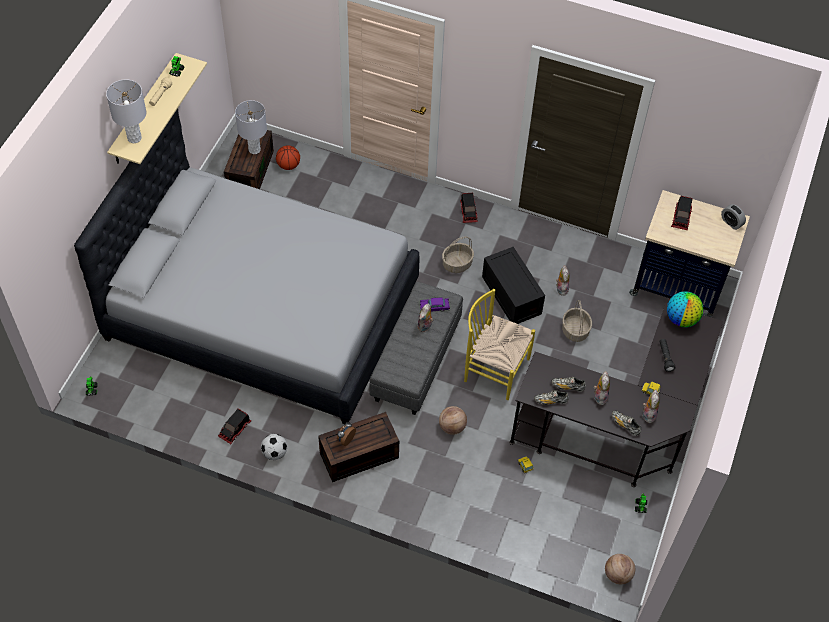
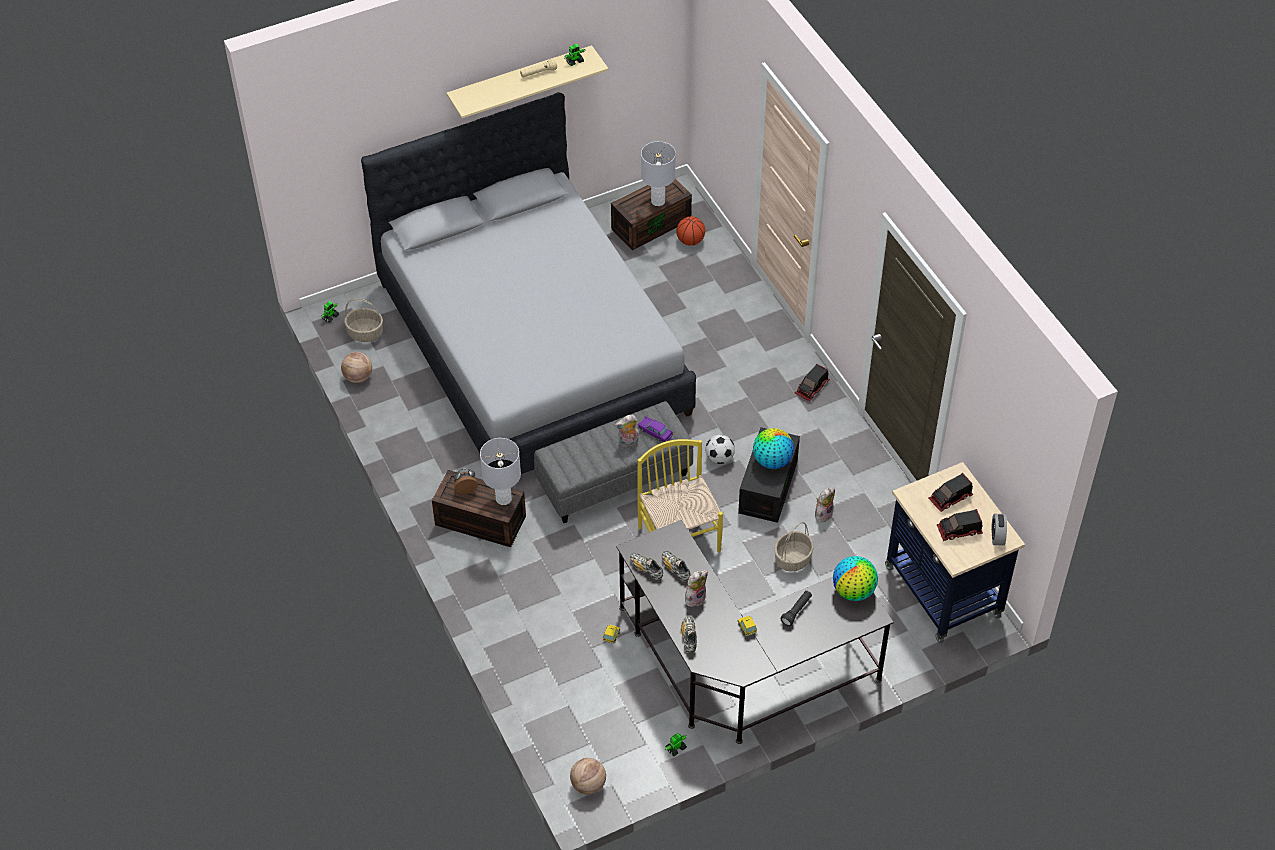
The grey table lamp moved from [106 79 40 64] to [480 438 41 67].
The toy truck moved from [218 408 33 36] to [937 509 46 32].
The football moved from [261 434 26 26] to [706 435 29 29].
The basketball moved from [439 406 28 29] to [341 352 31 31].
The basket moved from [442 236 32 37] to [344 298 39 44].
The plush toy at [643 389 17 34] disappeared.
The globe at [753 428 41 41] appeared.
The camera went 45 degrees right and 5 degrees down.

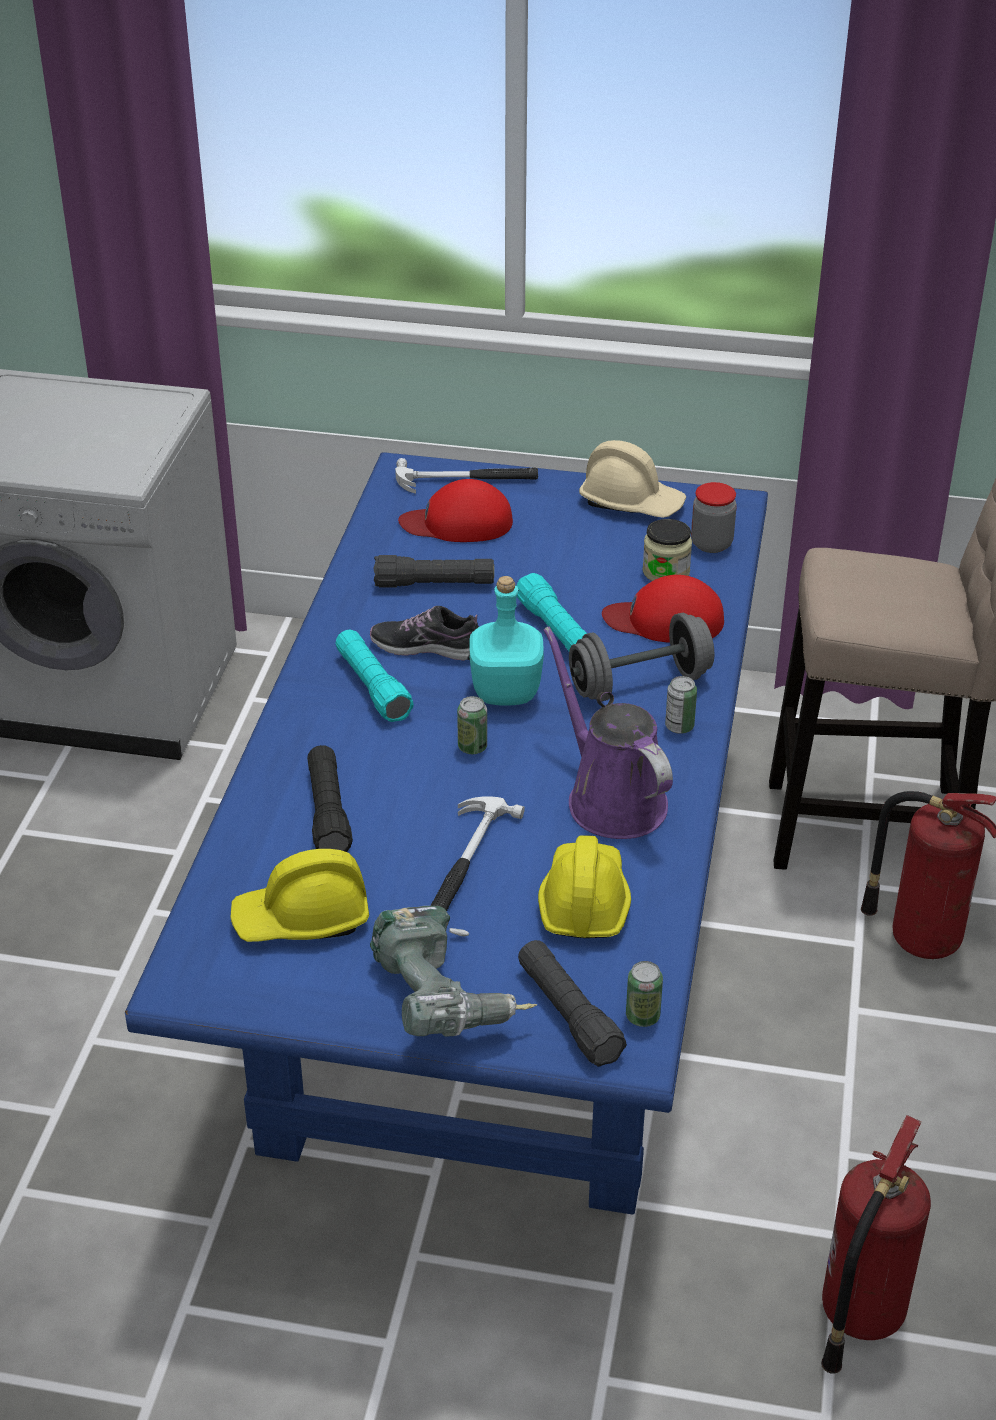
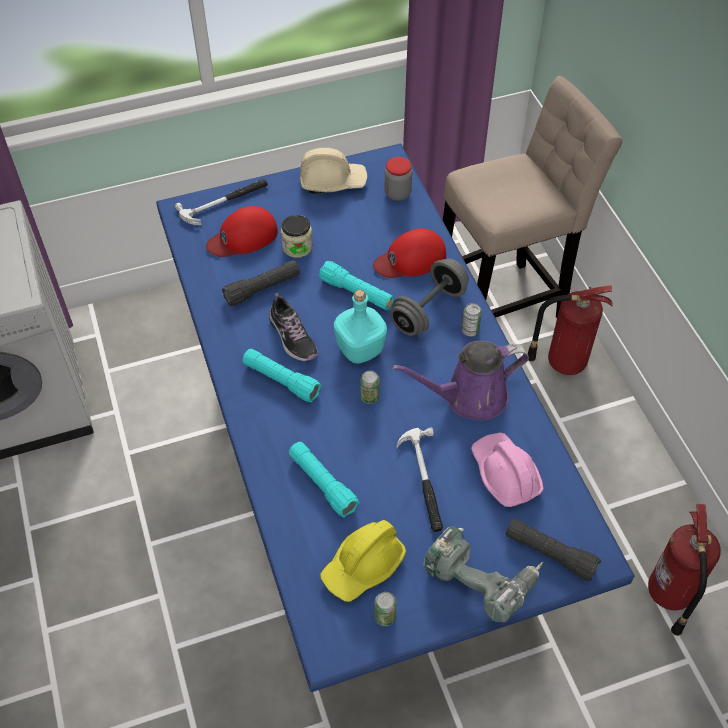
The black flashlight at [307 745 46 107] became the turquoise flashlight at [289 442 71 76].
The shoe at [370 606 109 55] turned 105 degrees counterclockwise.
The yellow hard hat at [538 835 93 103] became the pink hard hat at [471 433 73 74].
The purple watering can at [544 627 129 212] turned 45 degrees counterclockwise.
The can moved from [626 961 37 66] to [374 592 23 34].
The jar moved from [642 519 50 62] to [281 215 32 43].
The camera went 30 degrees left and 15 degrees up.

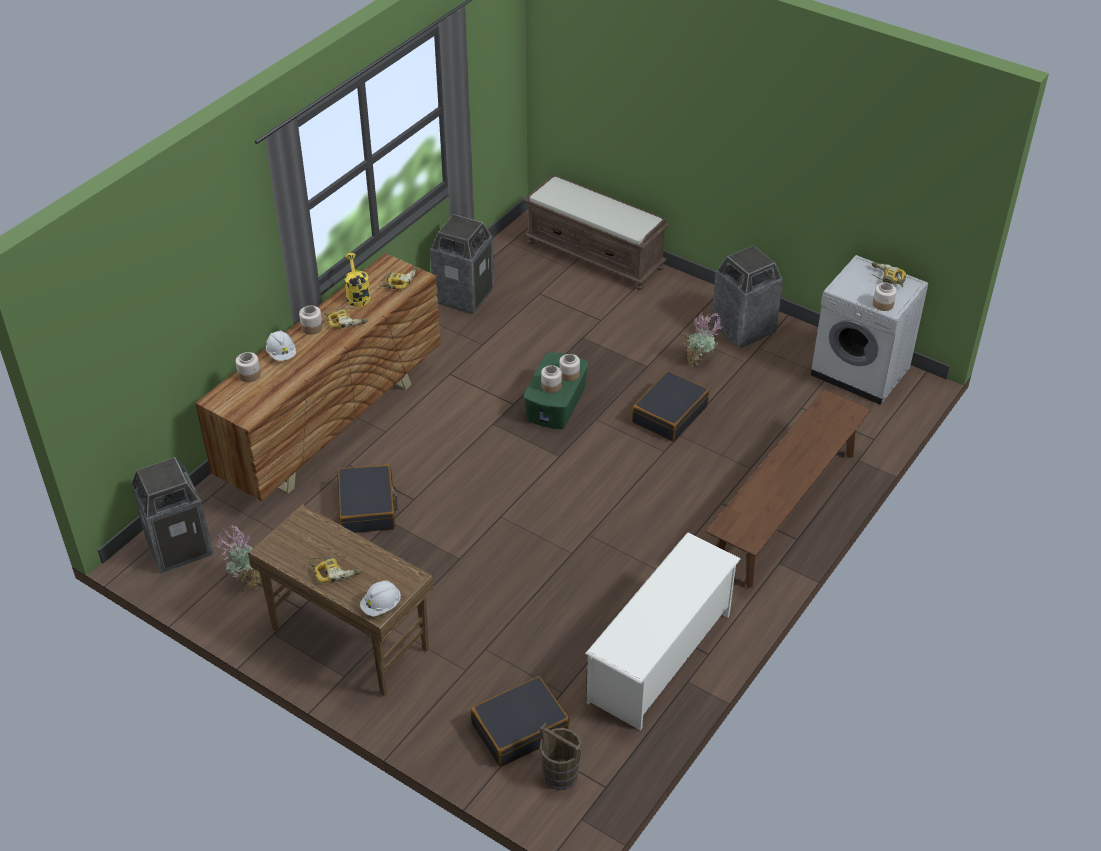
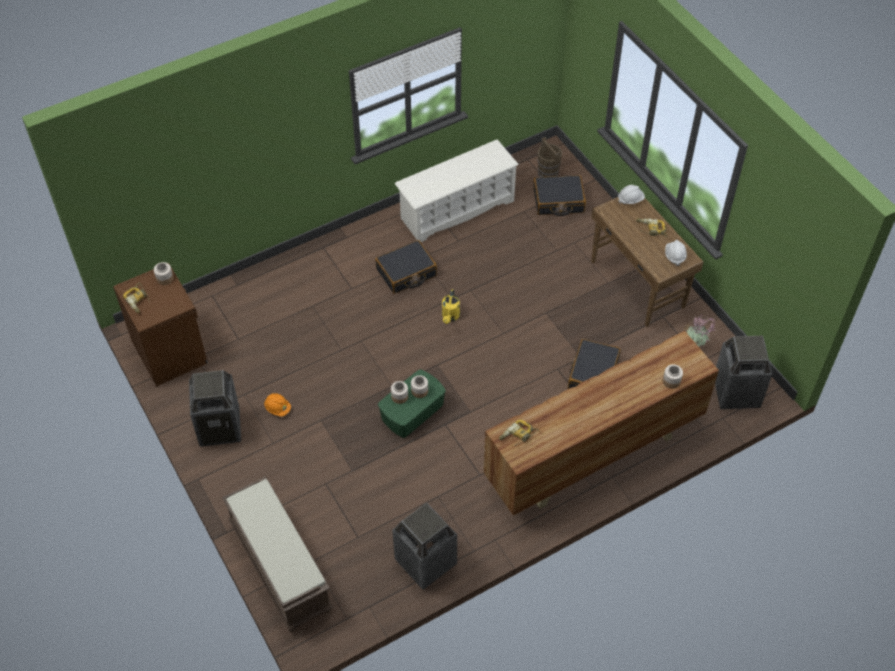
The white hard hat moved from [266 330 30 31] to [665 240 22 26].
The jar at [299 305 24 30] disappeared.
The power drill at [324 308 44 20] disappeared.
The yellow watering can moved from [345 253 26 54] to [442 289 18 35].
The black suitcase moved from [632 371 77 71] to [375 240 62 54].
The potted plant at [683 312 39 55] was replaced by the orange hard hat at [264 393 27 24].
The brown bench at [706 389 165 199] disappeared.
The white washing machine at [811 255 117 150] became the brown washing machine at [113 263 95 123].
The camera went 155 degrees left and 10 degrees up.

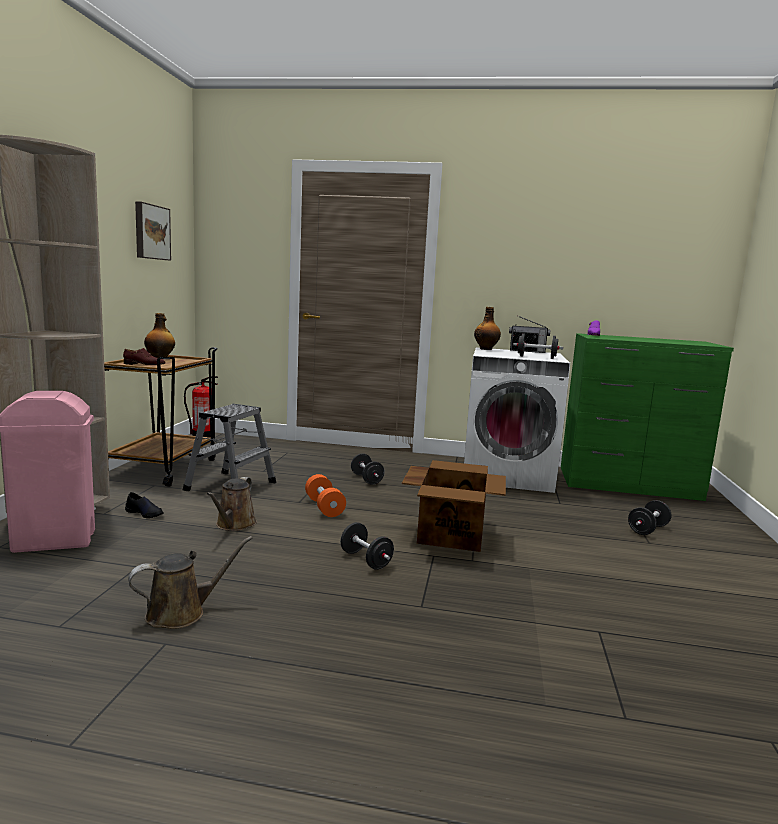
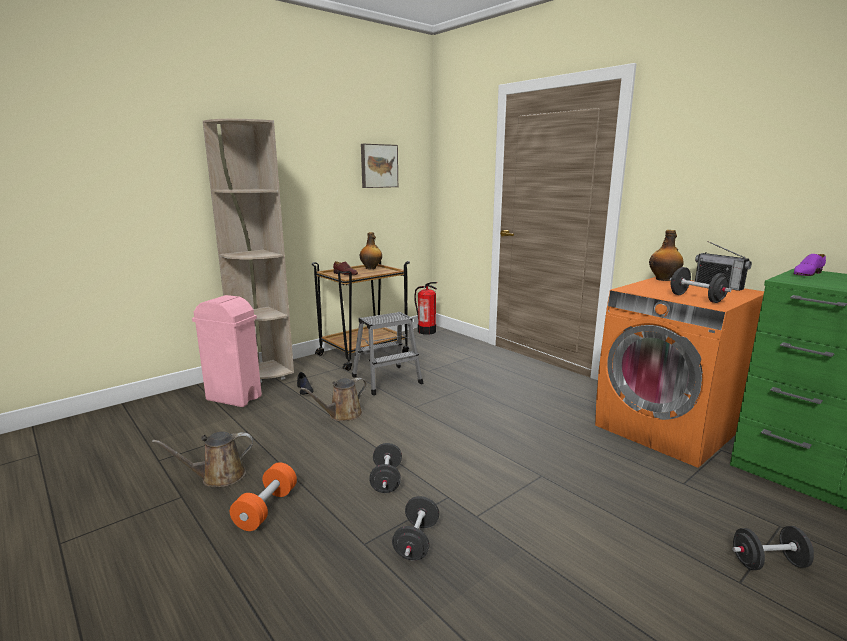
The brown watering can at [128 536 125 93] turned 150 degrees clockwise.
The orange dumbbell moved from [305 474 41 43] to [230 462 67 69].
The black dumbbell moved from [351 453 34 32] to [392 496 47 65].
The cardboard box at [402 460 104 92] disappeared.
The white washing machine at [464 347 106 146] became the orange washing machine at [595 277 169 191].
The camera went 40 degrees right and 5 degrees up.

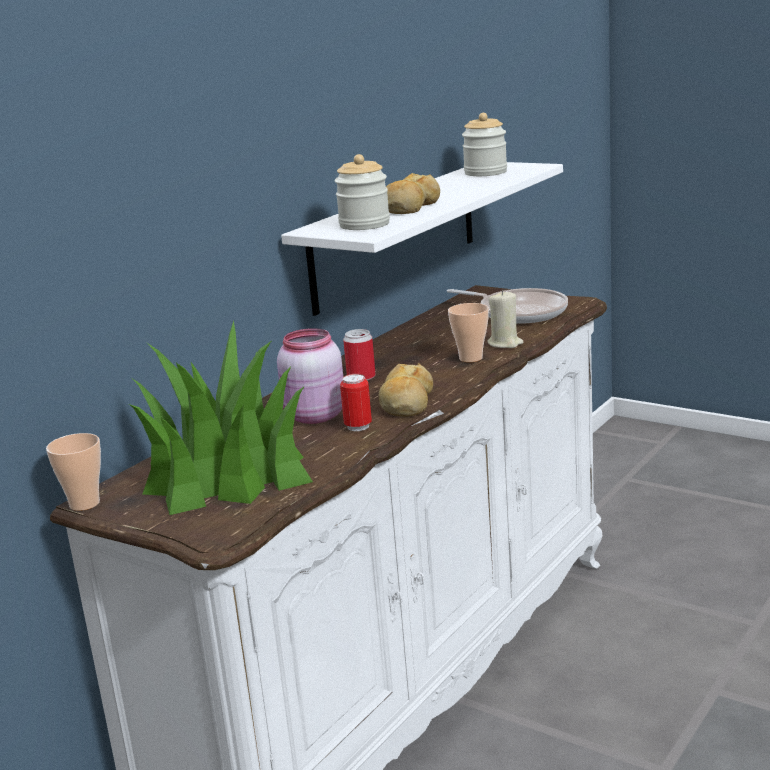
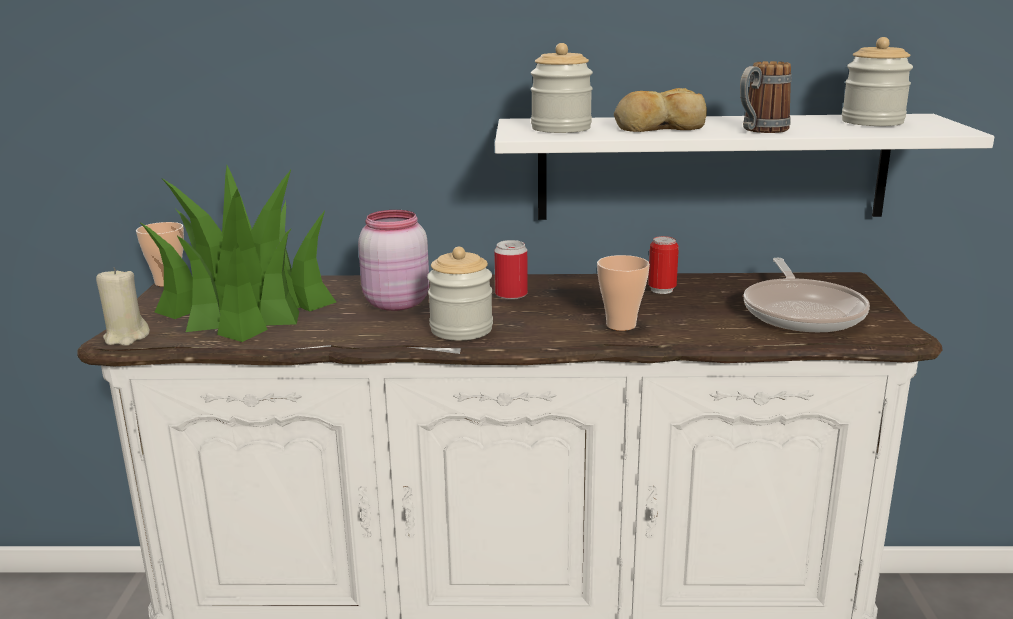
The can moved from [340 374 32 57] to [648 236 31 58].
The bread at [379 363 54 54] was replaced by the jar at [427 247 66 94].
The beige candle moved from [487 290 37 58] to [96 267 54 79].
The mug at [740 61 52 72] appeared.
The camera went 55 degrees right and 0 degrees up.

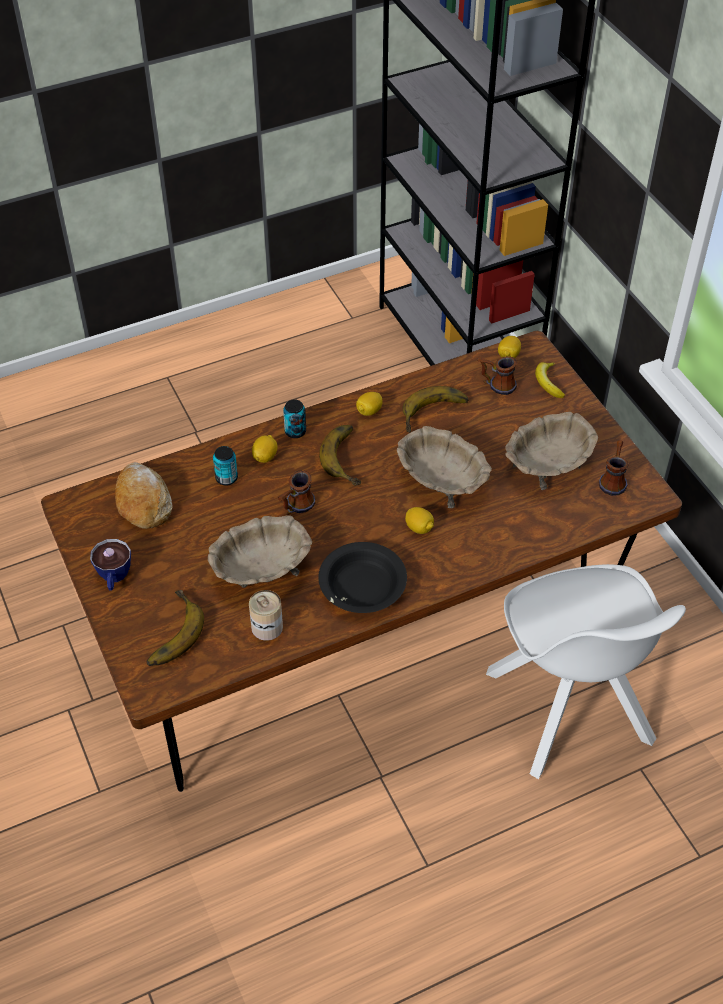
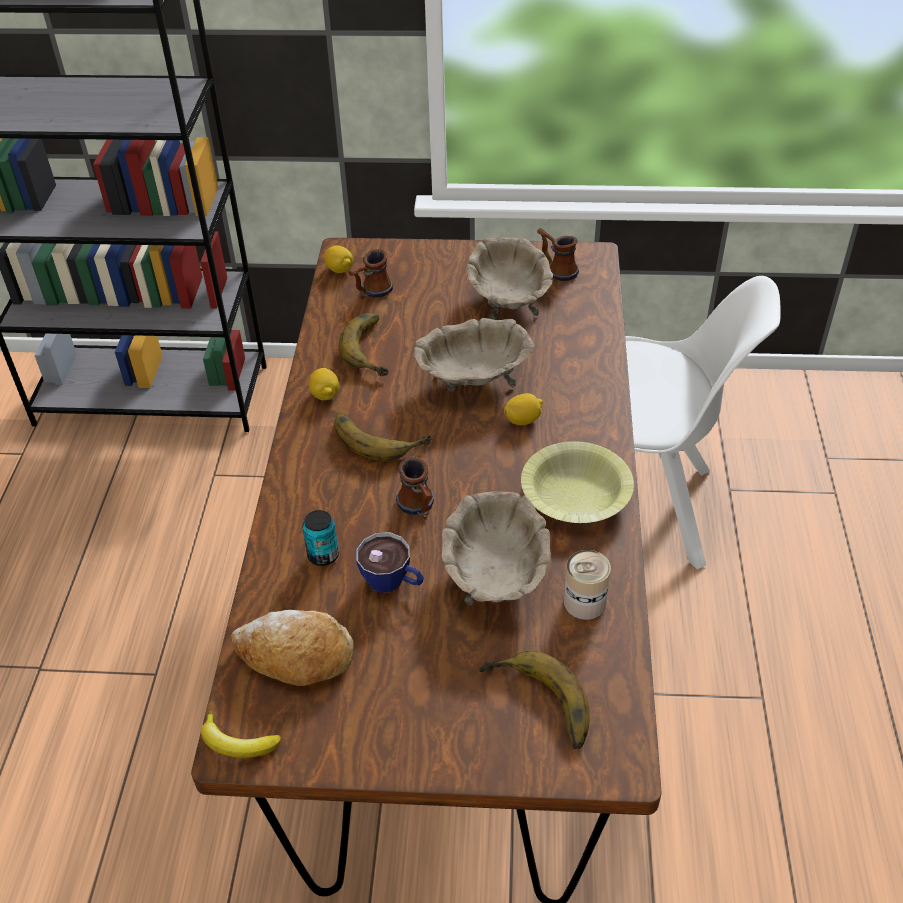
The cup moved from [90 539 41 51] to [356 532 68 61].
The lemon at [252 435 26 28] disappeared.
The can at [283 399 23 39] disappeared.
The black bowl at [318 542 89 71] became the yellow bowl at [521 441 113 82].
The banana moved from [535 362 30 36] to [201 711 81 47].
The camera went 60 degrees left and 5 degrees down.

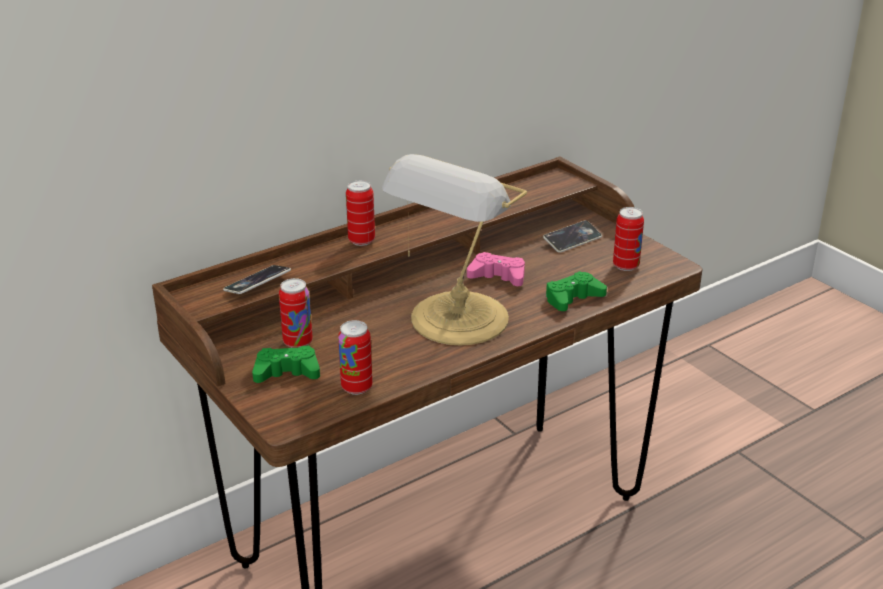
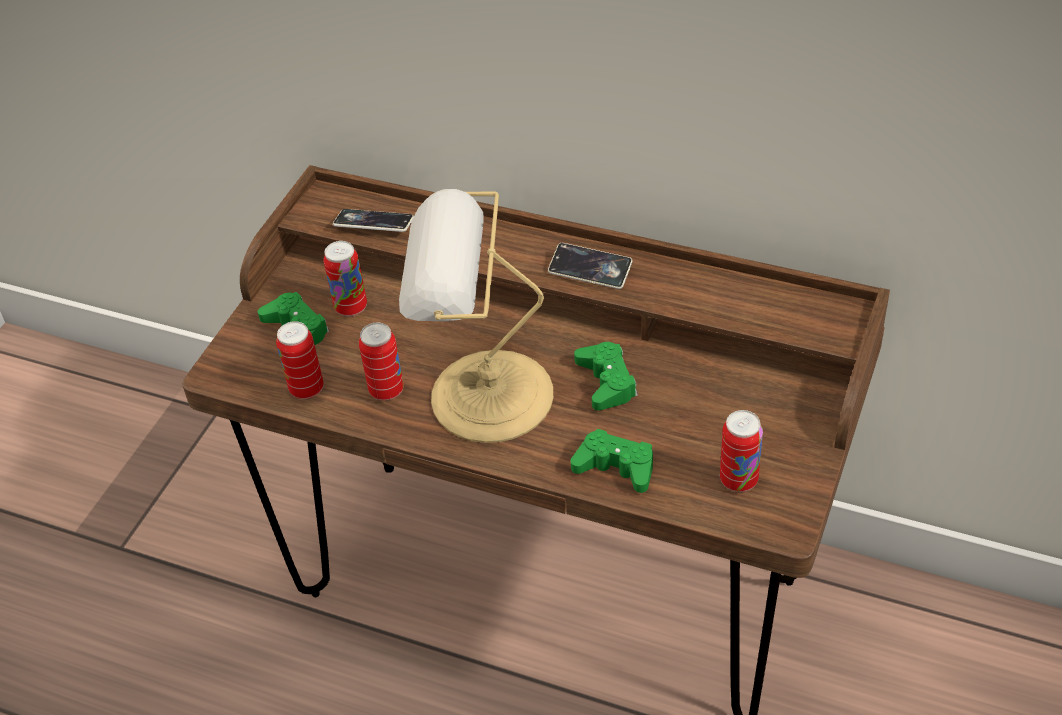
The can moved from [346 180 29 66] to [359 323 45 78].
The pink game controller at [467 252 58 34] became the green game controller at [574 342 64 69].
The phone moved from [543 220 59 33] to [548 243 85 46].
The camera went 60 degrees right and 15 degrees up.

